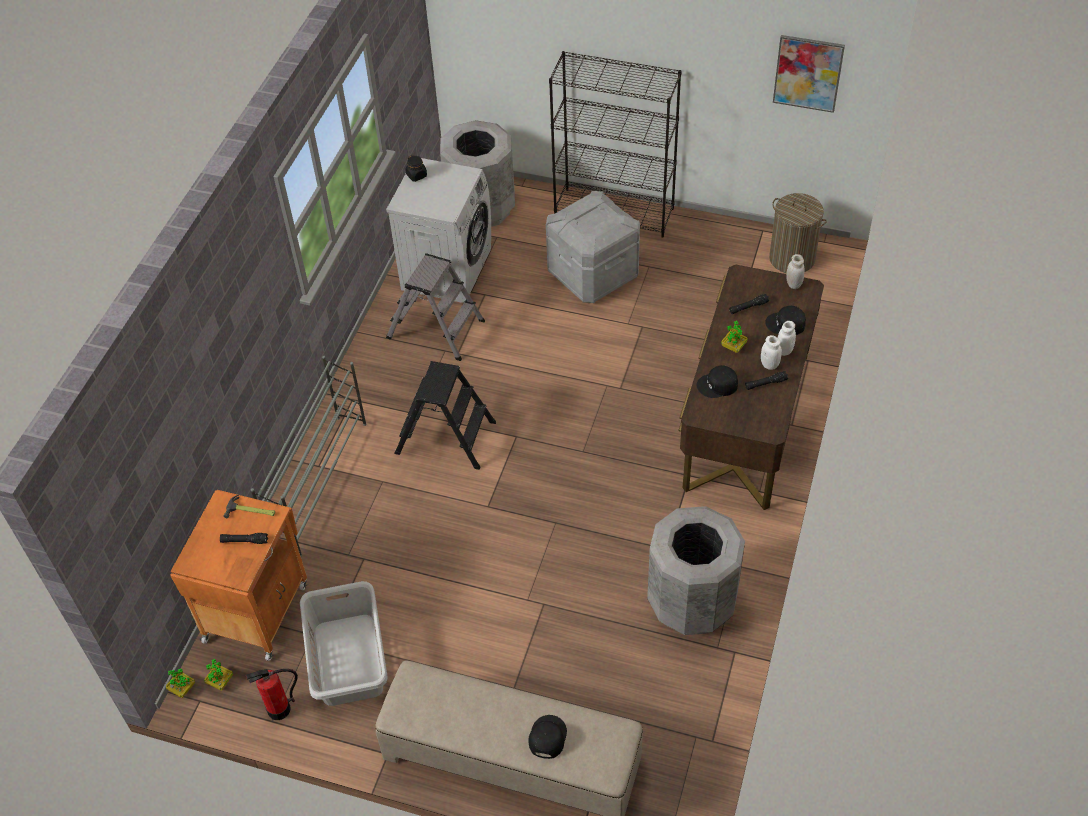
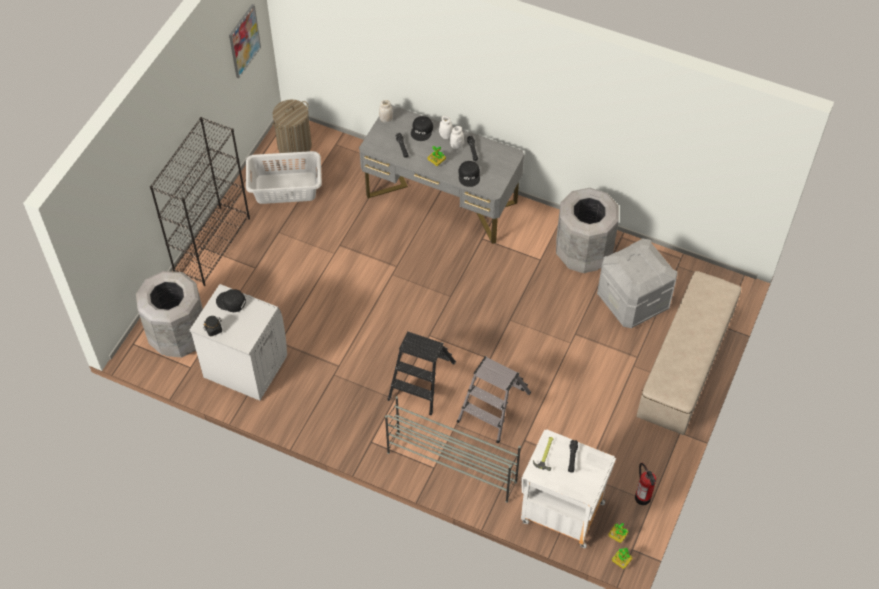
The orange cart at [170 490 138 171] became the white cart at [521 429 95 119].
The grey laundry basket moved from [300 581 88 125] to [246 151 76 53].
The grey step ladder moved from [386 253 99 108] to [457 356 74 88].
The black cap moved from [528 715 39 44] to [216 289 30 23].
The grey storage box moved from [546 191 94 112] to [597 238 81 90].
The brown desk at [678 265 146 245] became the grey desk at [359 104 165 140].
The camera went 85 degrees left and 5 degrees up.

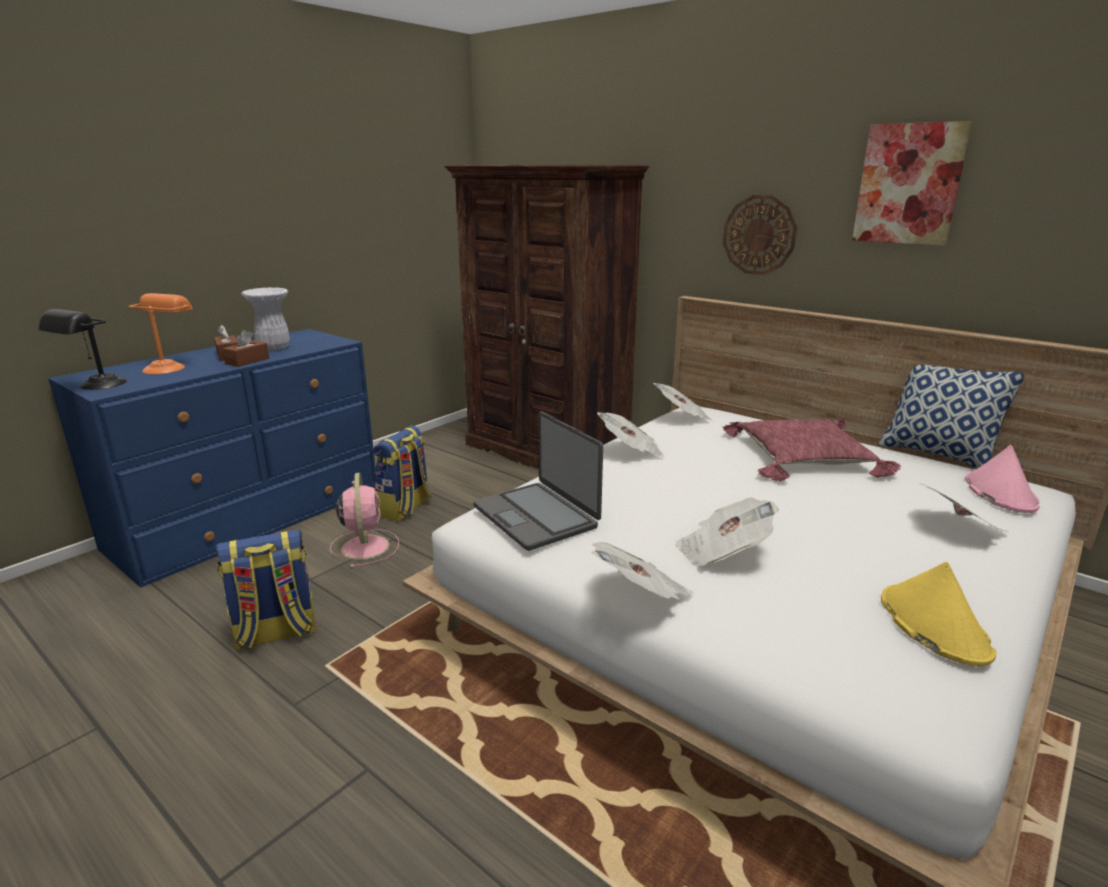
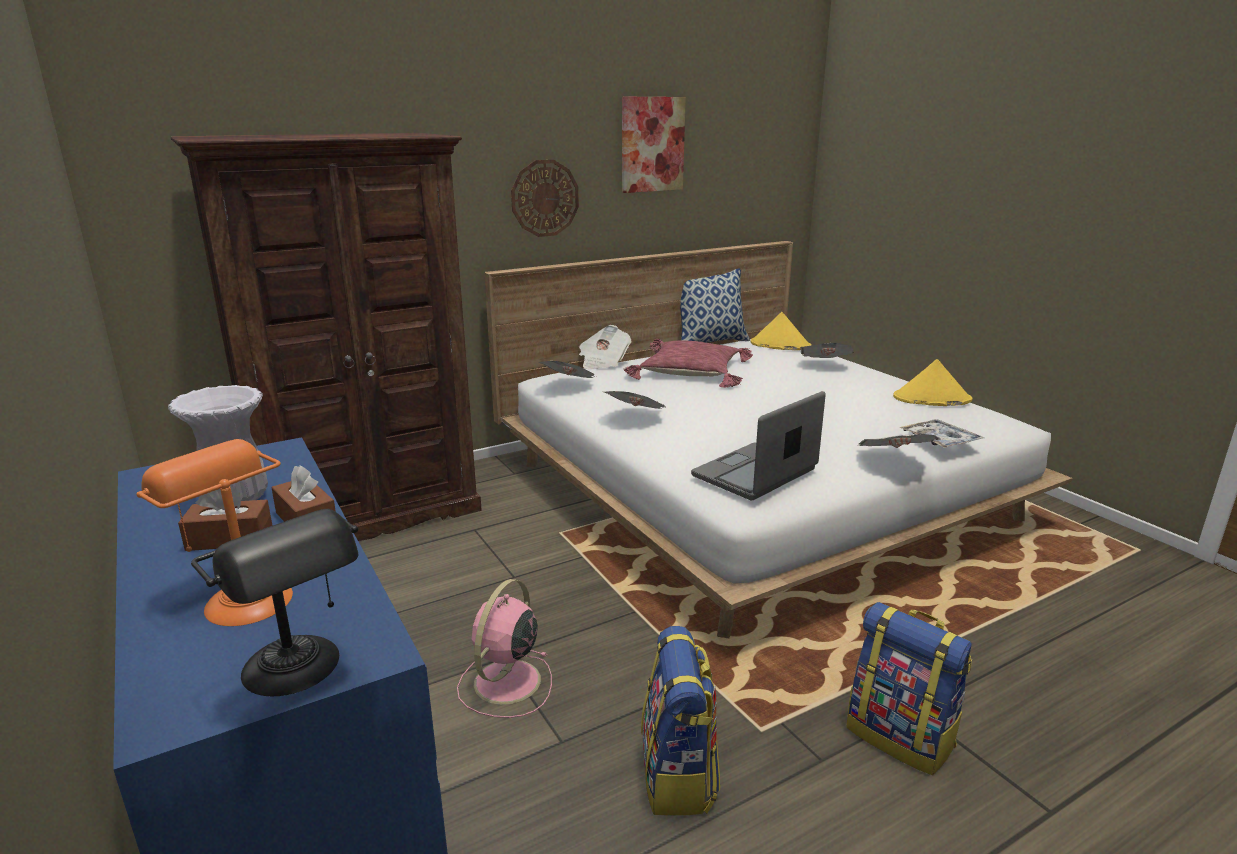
The pink fan at [330 473 69 95] turned 75 degrees counterclockwise.
The backpack moved from [373 426 58 95] to [847 602 125 173].
The laptop at [473 411 130 140] turned 150 degrees clockwise.
The newspaper moved from [676 497 103 69] to [579 325 52 44].
The pink hat at [965 445 75 68] became the yellow hat at [751 312 61 38].
The tray at [899 419 85 29] appeared.
The camera went 70 degrees left and 0 degrees up.

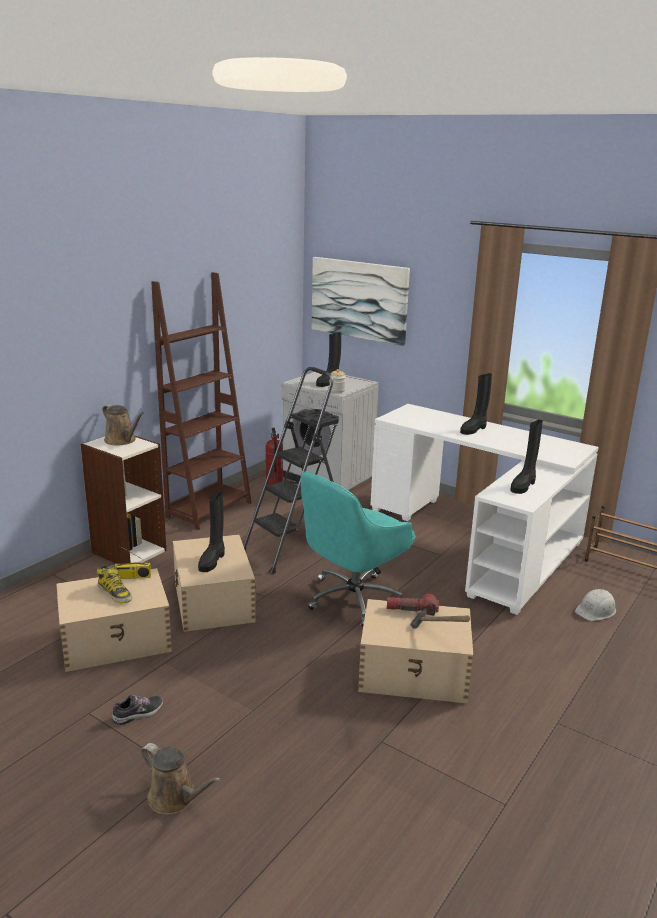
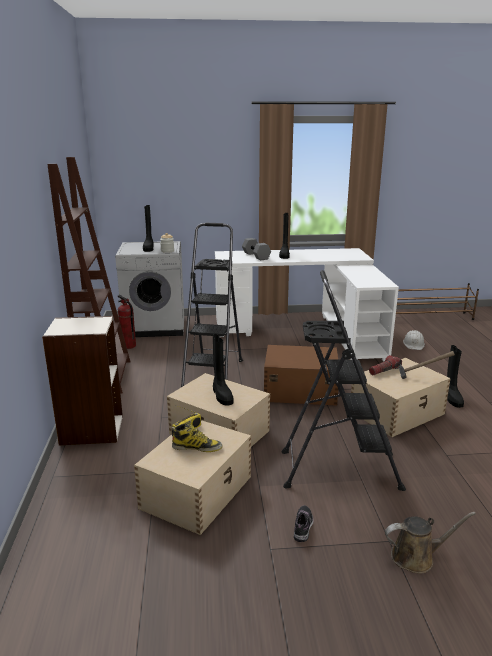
The brown watering can at [103 404 41 41] disappeared.
The turquoise office chair at [301 471 114 155] was replaced by the brown storage box at [264 345 74 61].
The picture at [312 257 98 89] disappeared.
The black boot moved from [510 420 33 74] to [447 345 17 63].
The grey dumbbell at [242 238 29 23] appeared.
The step ladder at [282 270 124 221] appeared.
The camera went 40 degrees left and 0 degrees up.

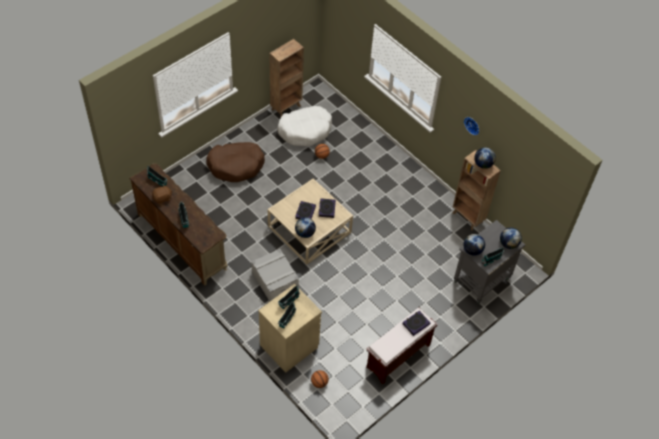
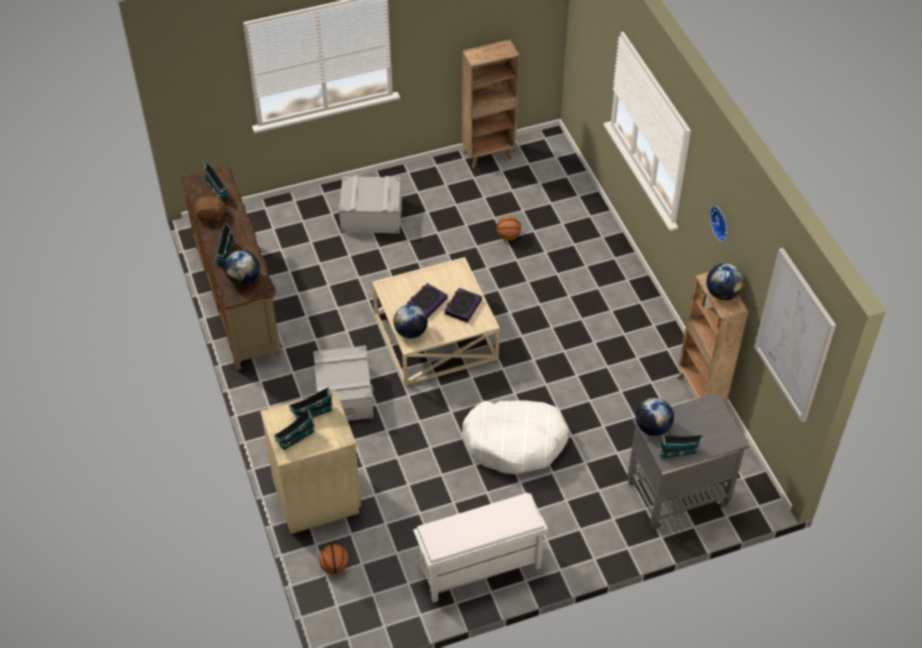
The brown dog bed at [206 142 59 40] was replaced by the grey storage box at [339 176 63 57].
The white dog bed moved from [277 106 55 40] to [462 401 107 73].
The brown bench at [366 307 72 77] became the white bench at [413 493 135 110].
The book at [403 311 27 25] disappeared.
The globe moved from [500 228 22 21] to [224 250 36 35].
The picture at [754 248 82 174] appeared.
The camera went 25 degrees right and 5 degrees down.

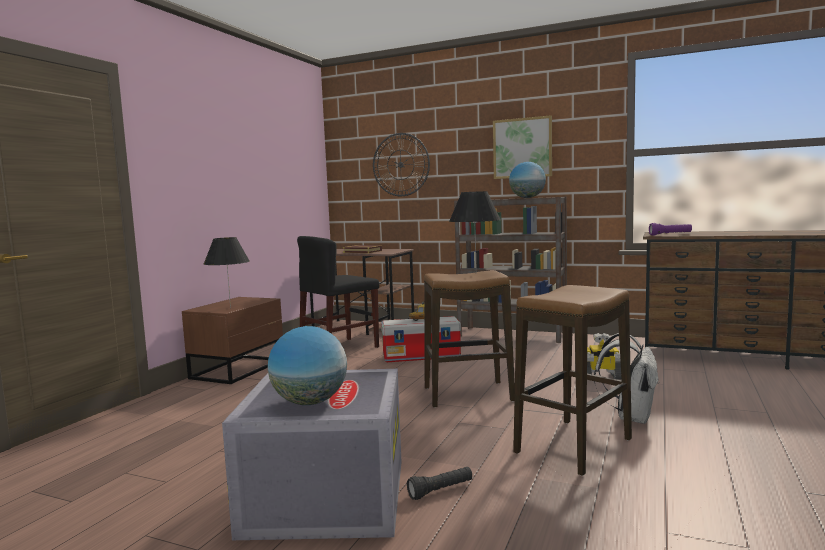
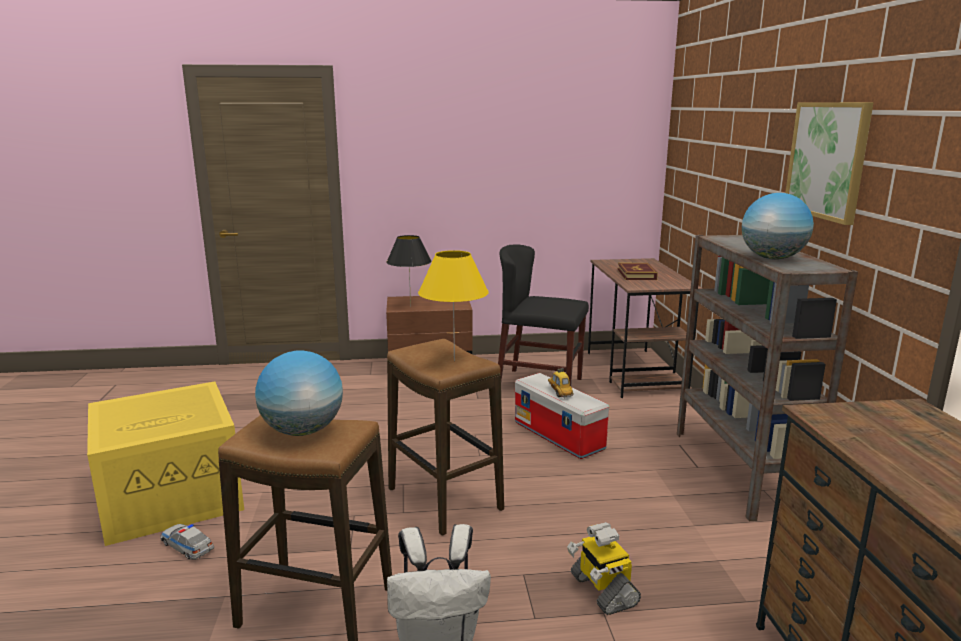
The grey storage box at [222 369 180 171] became the yellow storage box at [87 381 157 165].
The globe moved from [268 326 79 79] to [255 351 88 85].
The wall clock at [373 133 57 63] disappeared.
The black flashlight at [407 467 65 33] was replaced by the toy car at [160 524 54 35].
The black table lamp at [449 191 52 75] became the yellow table lamp at [418 250 71 111].
The purple flashlight at [649 223 43 12] disappeared.
The camera went 60 degrees right and 10 degrees up.

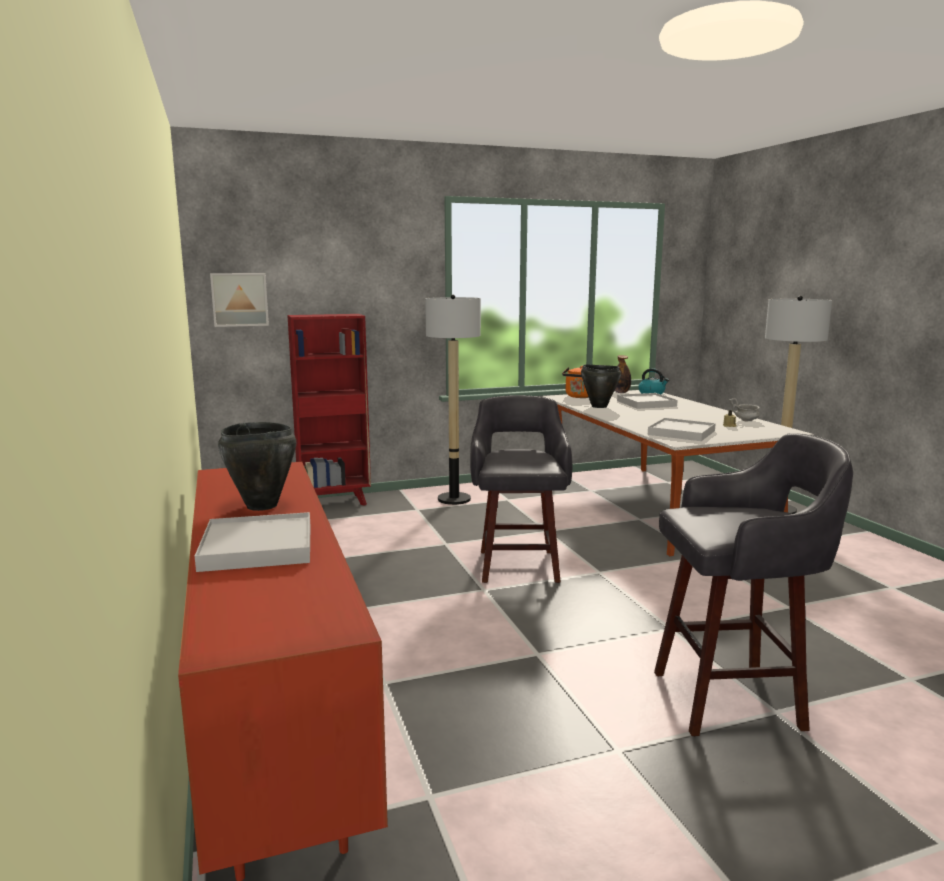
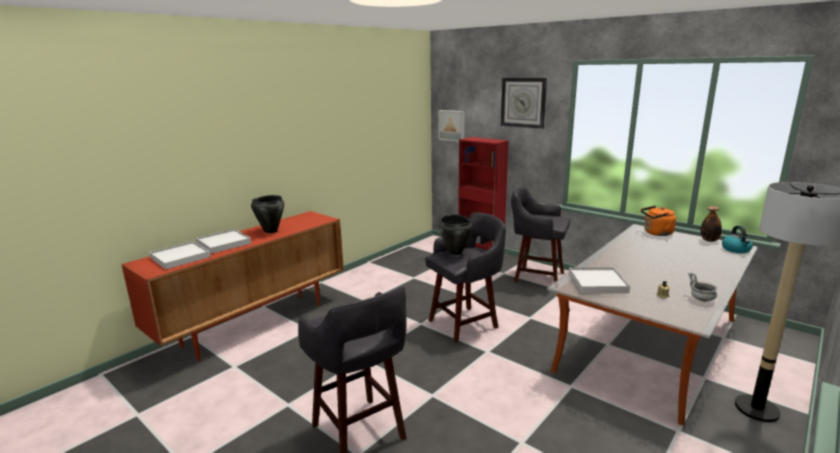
The floor lamp at [425 295 56 210] was replaced by the grey stool at [511 186 59 96].
The black cooking pot moved from [581 364 40 44] to [439 214 33 41].
The white tray moved from [617 393 61 16] to [149 241 61 28].
The wall clock at [501 78 46 51] appeared.
The camera went 60 degrees right and 5 degrees up.

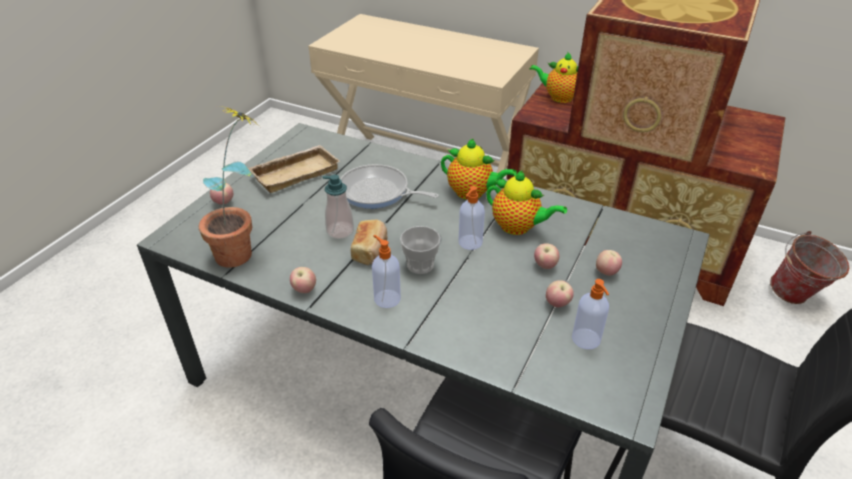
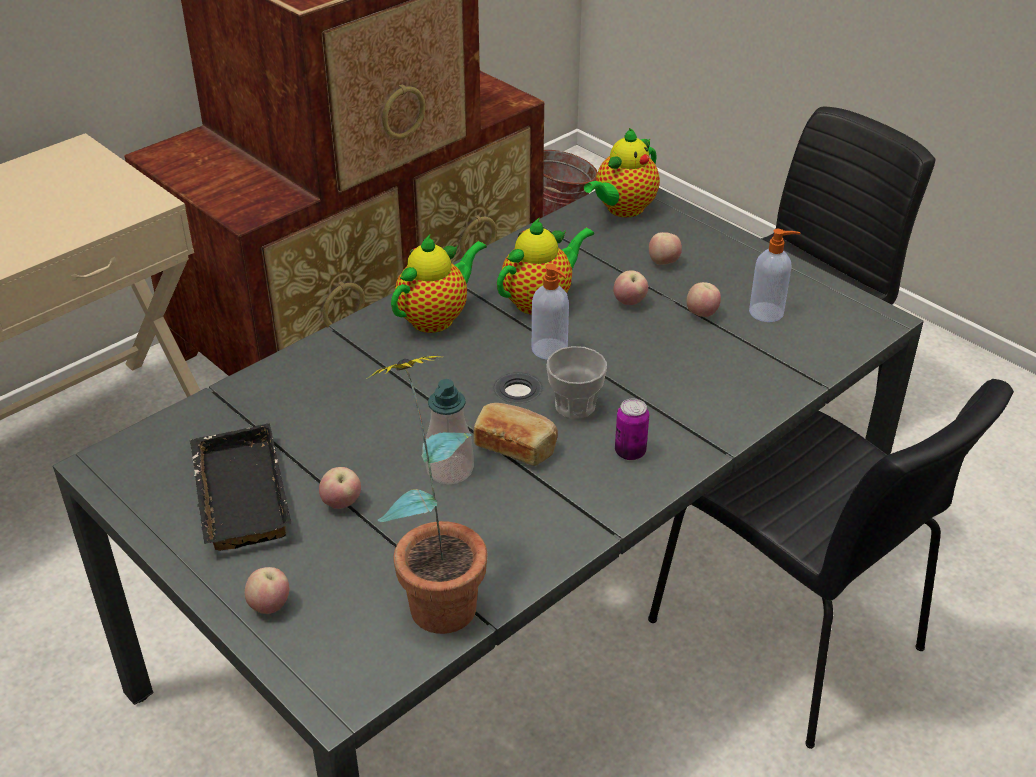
The beige tray at [248 145 92 48] became the black tray at [190 423 101 128].
The apple moved from [290 267 26 26] to [319 467 42 42].
The frying pan at [340 164 99 45] disappeared.
The soap dispenser at [372 235 29 73] was replaced by the can at [615 399 34 61].
The teapot moved from [530 51 48 52] to [584 128 76 89].
The camera went 70 degrees left and 0 degrees up.

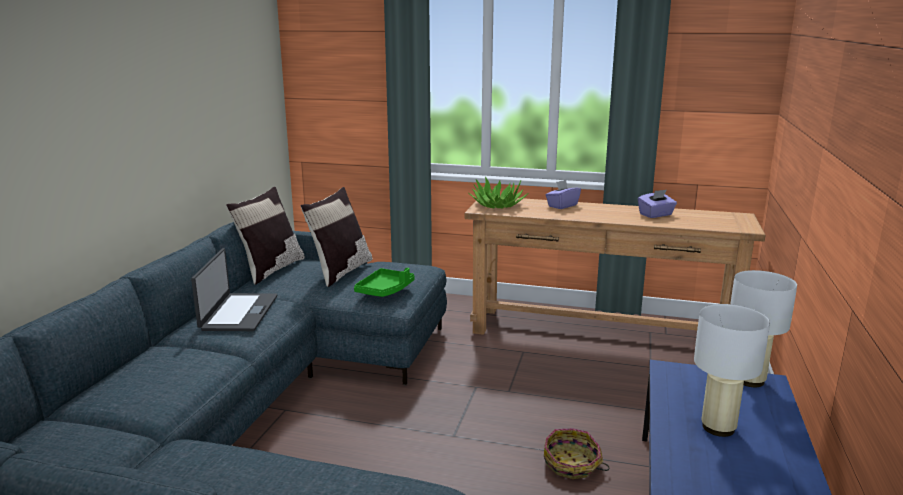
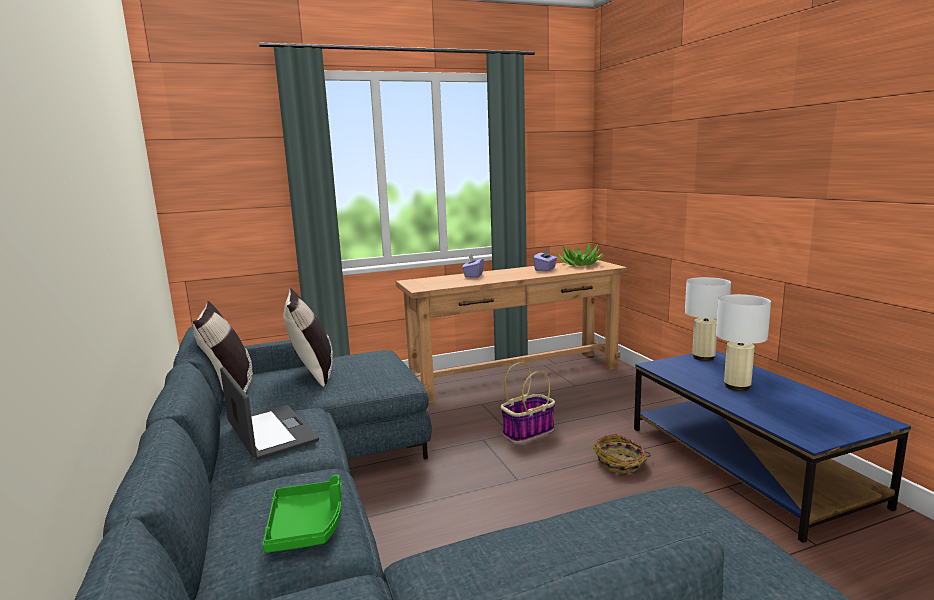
The green tray moved from [354 268 61 29] to [263 475 79 78].
The potted plant moved from [469 177 60 32] to [556 244 48 22].
The basket at [501 362 54 81] appeared.
The camera went 35 degrees left and 5 degrees down.

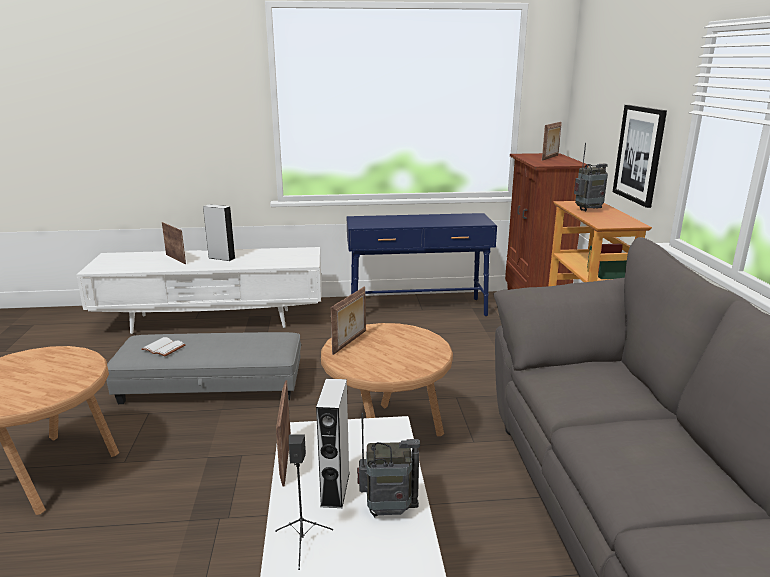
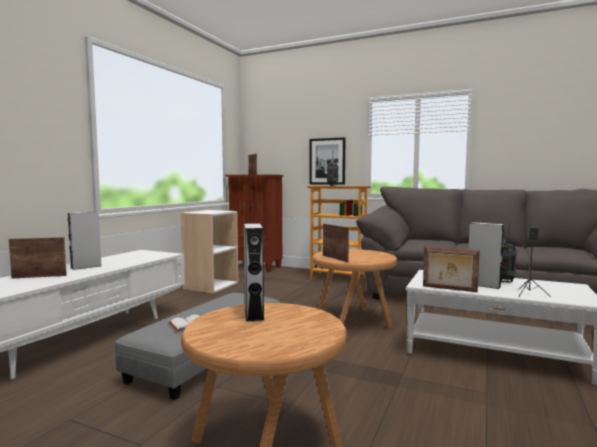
The blue console table at [346 213 151 103] was replaced by the white bookcase at [181 210 57 83].
The grey speaker at [244 223 20 99] appeared.
The camera went 60 degrees left and 15 degrees down.

